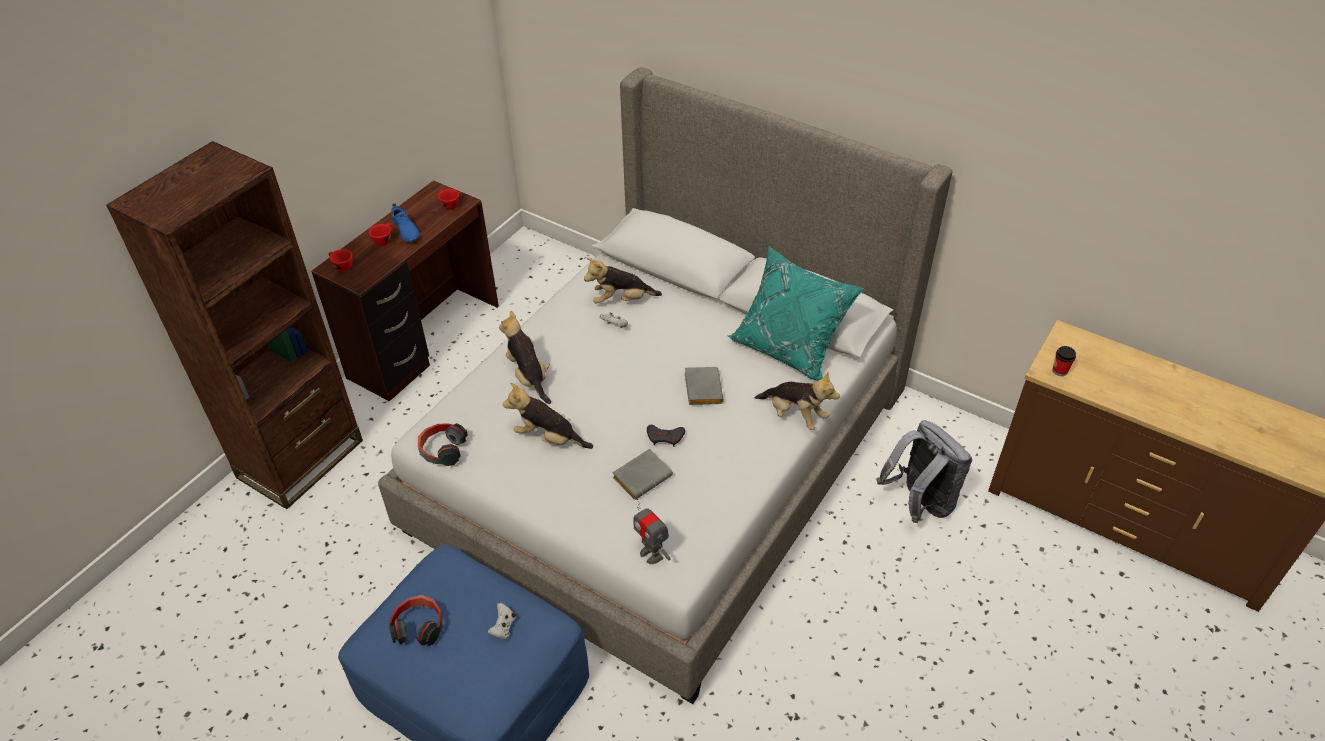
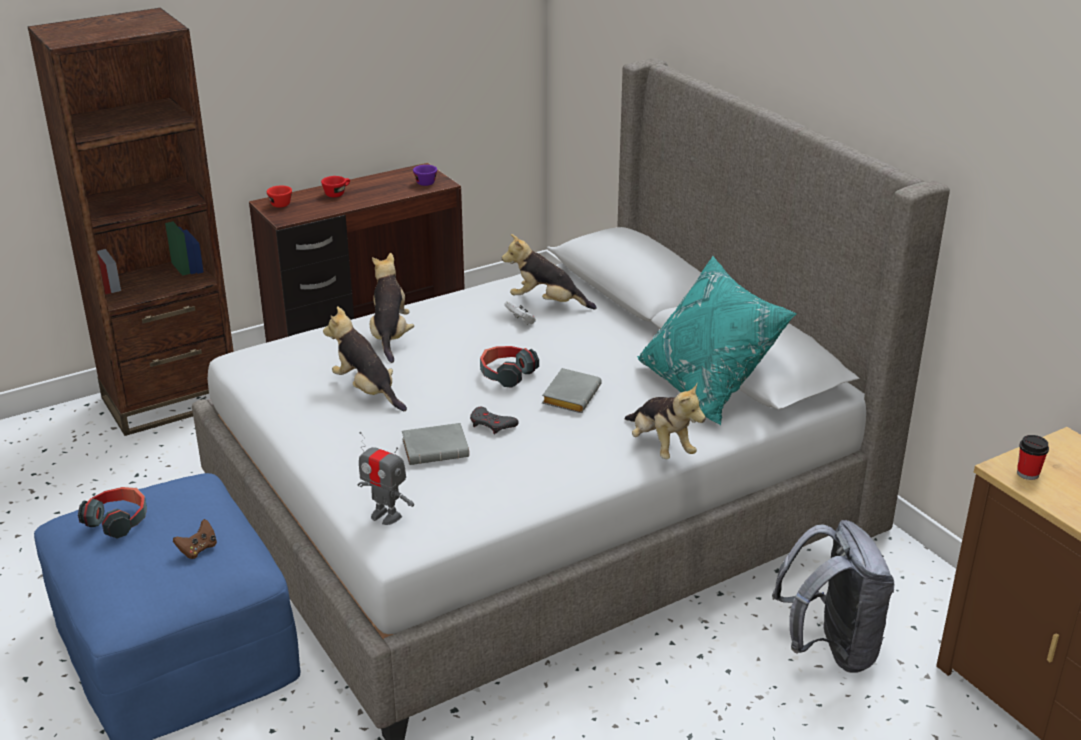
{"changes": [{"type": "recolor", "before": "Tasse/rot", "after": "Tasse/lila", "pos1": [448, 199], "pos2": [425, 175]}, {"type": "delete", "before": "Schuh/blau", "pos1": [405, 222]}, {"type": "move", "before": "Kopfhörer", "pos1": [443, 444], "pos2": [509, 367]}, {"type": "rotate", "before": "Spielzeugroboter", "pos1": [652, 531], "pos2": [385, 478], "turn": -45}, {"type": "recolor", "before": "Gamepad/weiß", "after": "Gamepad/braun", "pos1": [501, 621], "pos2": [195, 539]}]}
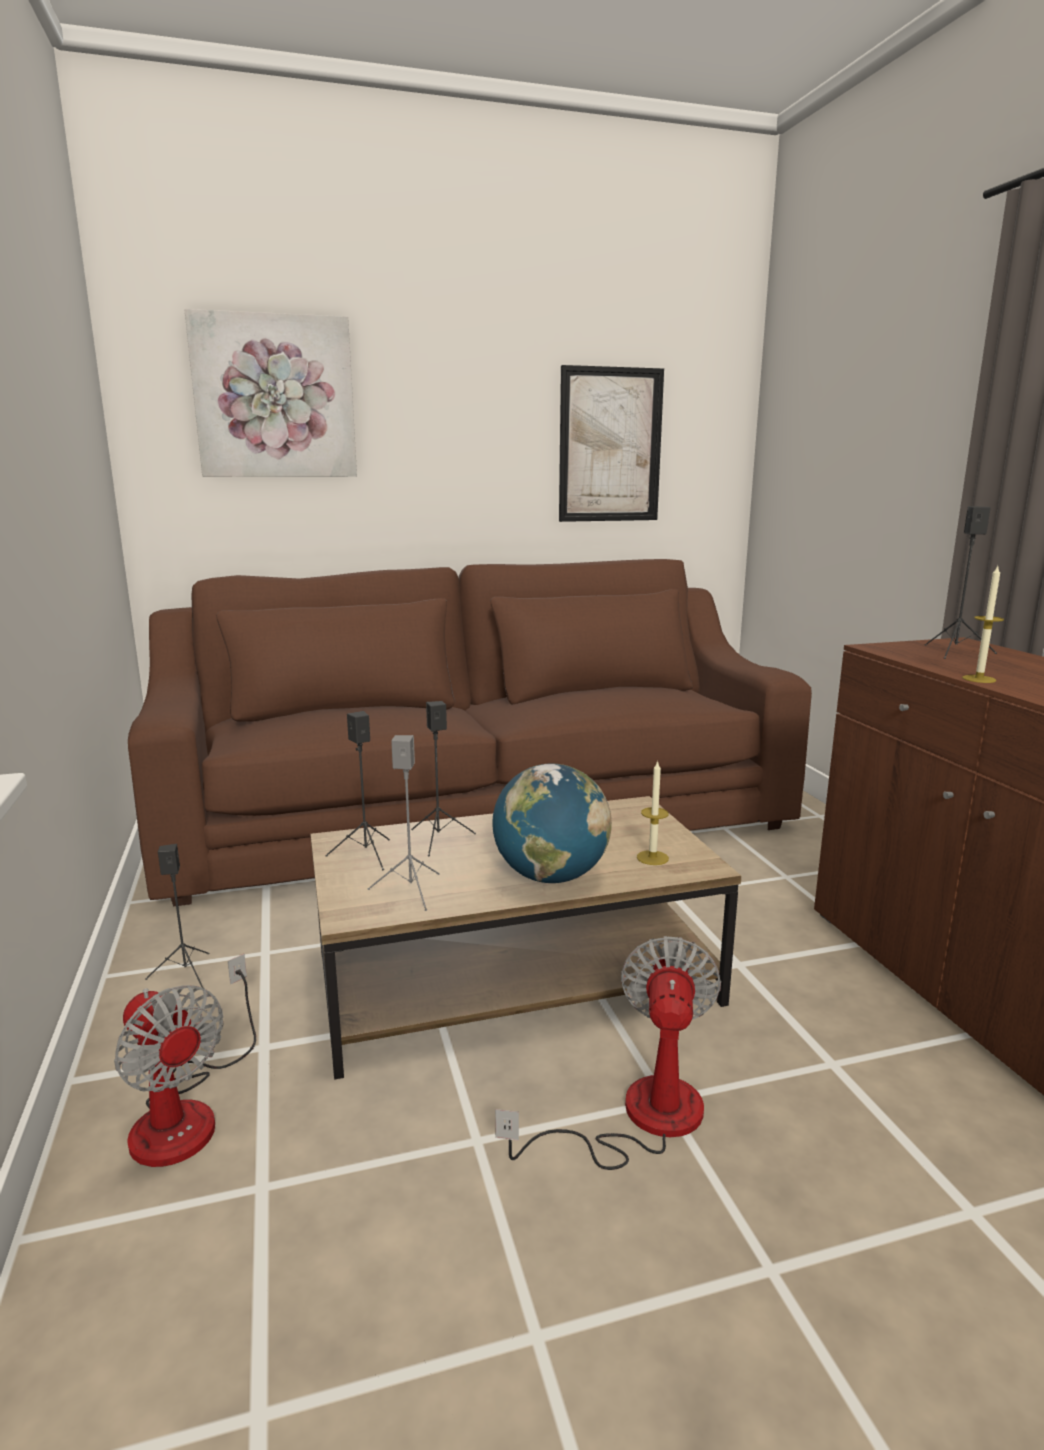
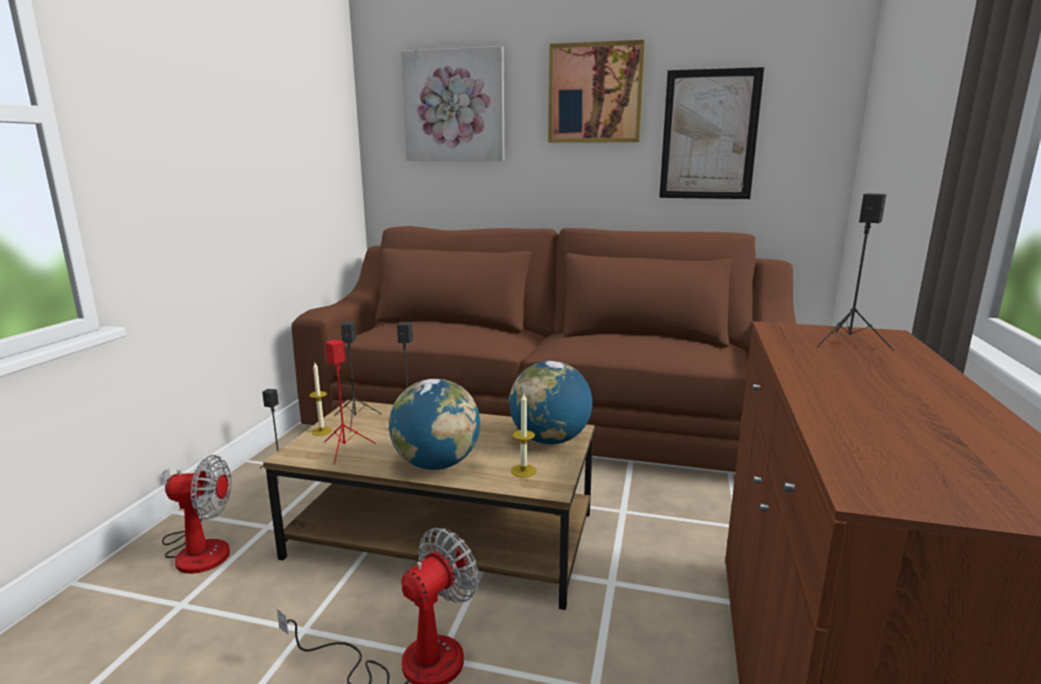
{"changes": [{"type": "move", "before": "Kerze", "pos1": [983, 624], "pos2": [320, 399]}, {"type": "recolor", "before": "Lautsprecher/grau", "after": "Lautsprecher/rot", "pos1": [404, 823], "pos2": [350, 402]}, {"type": "rotate", "before": "Ventilator", "pos1": [185, 1060], "pos2": [196, 514], "turn": -75}, {"type": "insert", "after": "Bild", "pos2": [596, 91]}, {"type": "insert", "after": "Globus", "pos2": [550, 403]}]}
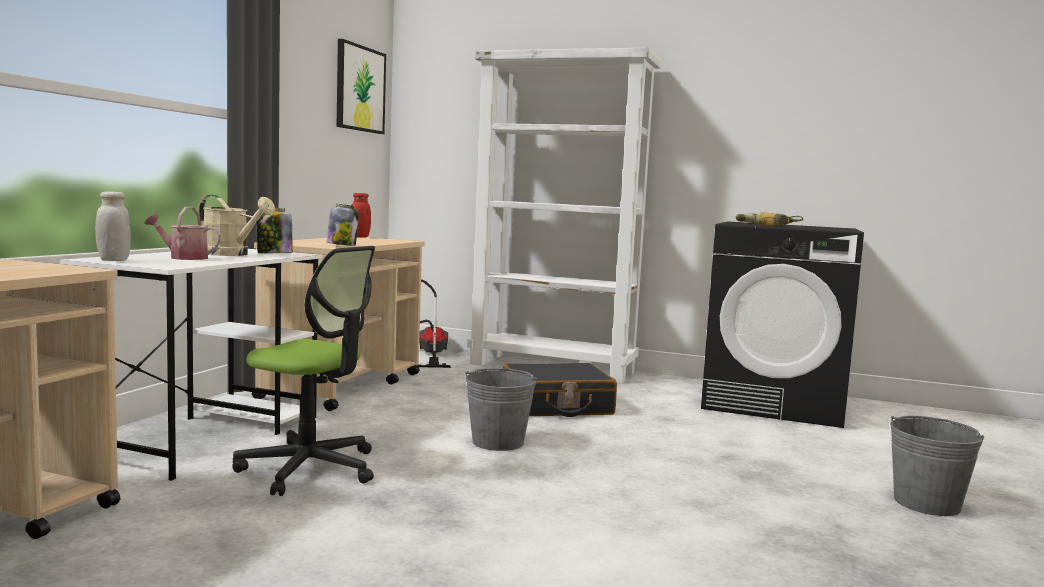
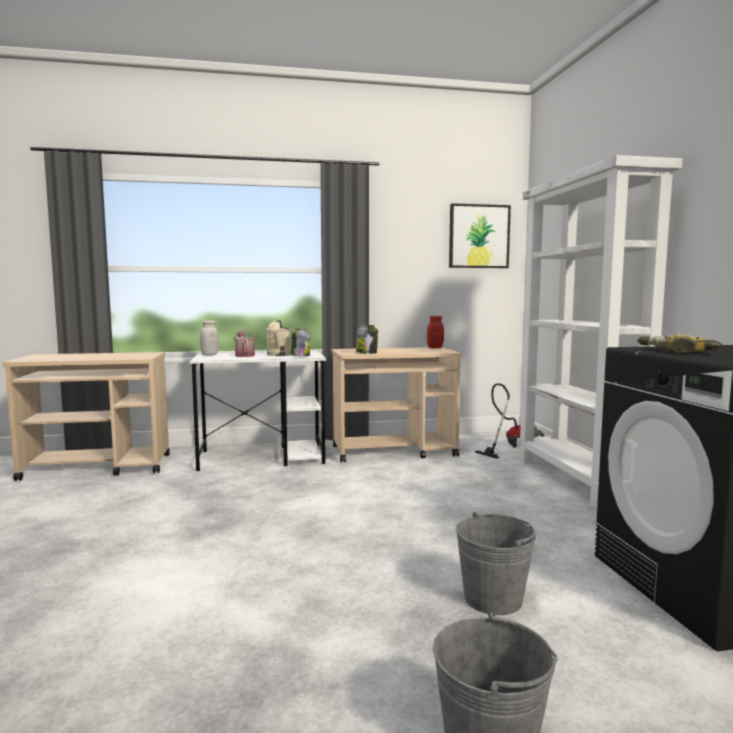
{"changes": [{"type": "delete", "before": "Bürostuhl", "pos1": [303, 371]}, {"type": "delete", "before": "Koffer/schwarz", "pos1": [560, 390]}, {"type": "move", "before": "Eimer/grau", "pos1": [501, 409], "pos2": [496, 563]}]}
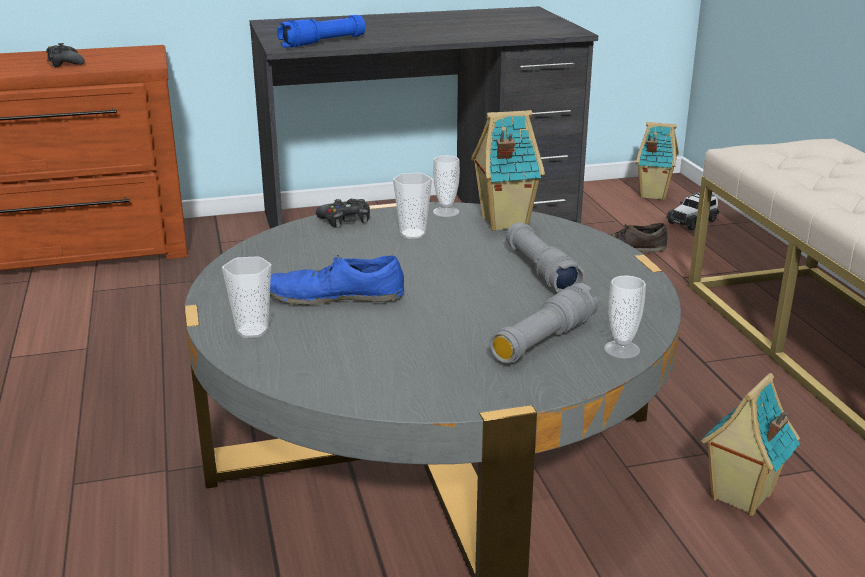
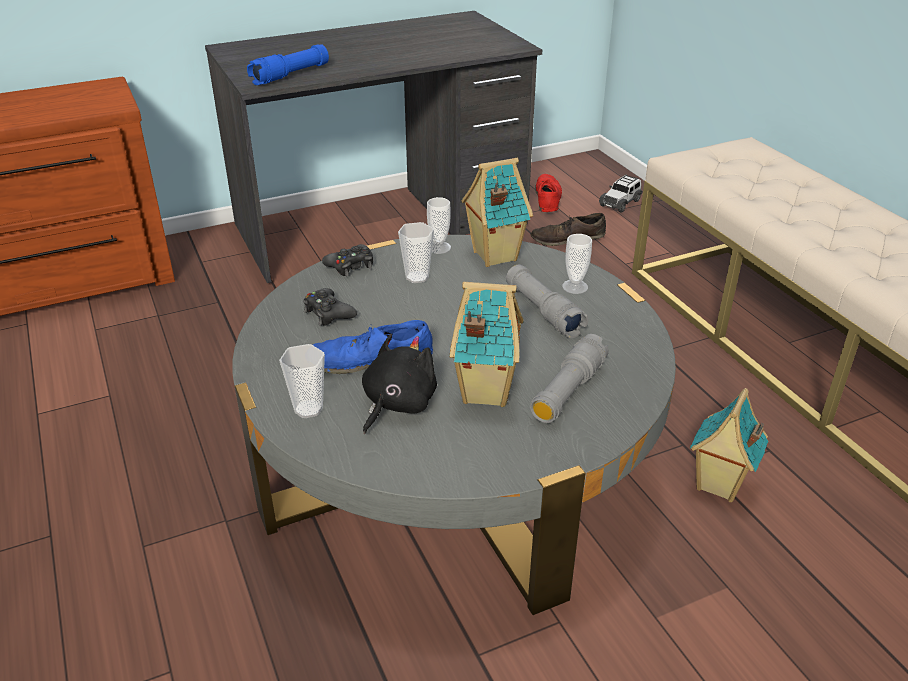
{"changes": [{"type": "move", "before": "Gamepad/schwarz", "pos1": [65, 55], "pos2": [330, 307]}, {"type": "move", "before": "Spielzeughaus", "pos1": [657, 161], "pos2": [486, 344]}, {"type": "move", "before": "Tasse", "pos1": [625, 317], "pos2": [577, 264]}, {"type": "insert", "after": "Schuh/rot", "pos2": [548, 193]}, {"type": "insert", "after": "Plüschtier/schwarz", "pos2": [399, 384]}]}
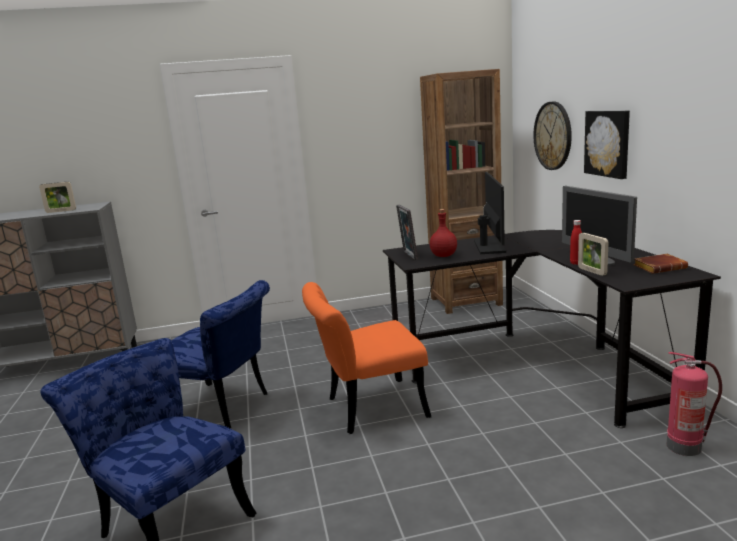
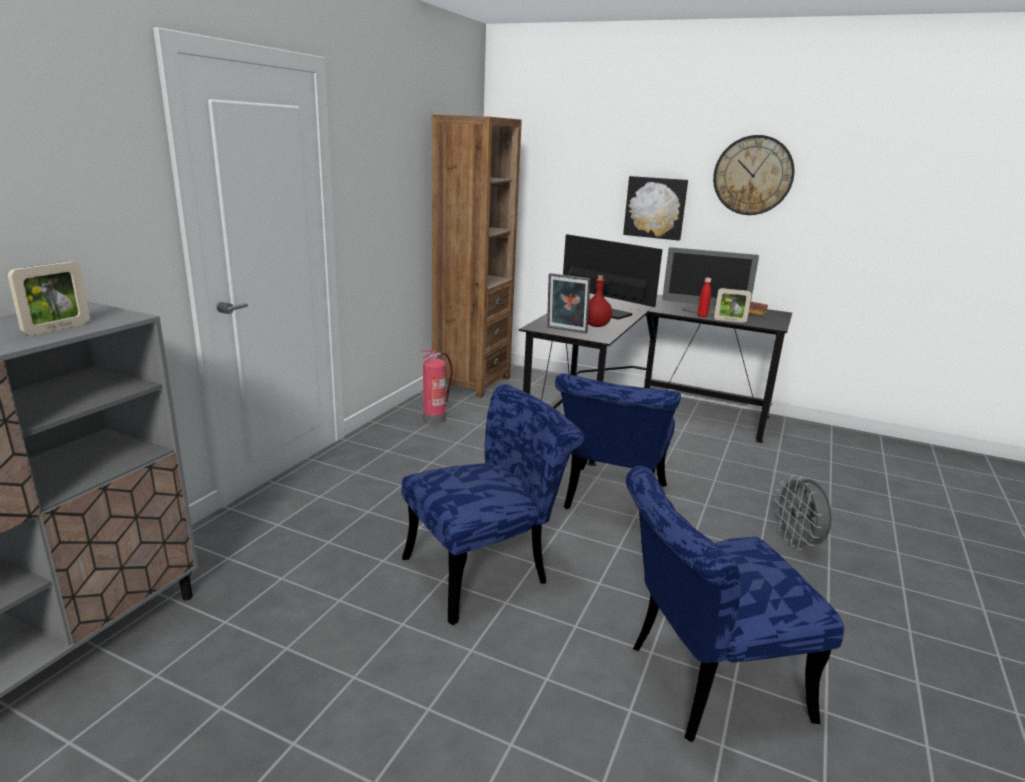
{"changes": [{"type": "move", "before": "Wanduhr", "pos1": [553, 135], "pos2": [754, 175]}, {"type": "recolor", "before": "Stuhl/orange", "after": "Stuhl/blau", "pos1": [366, 358], "pos2": [618, 441]}, {"type": "move", "before": "Feuerlöscher", "pos1": [694, 404], "pos2": [437, 387]}, {"type": "insert", "after": "Ventilator/grau", "pos2": [803, 512]}]}
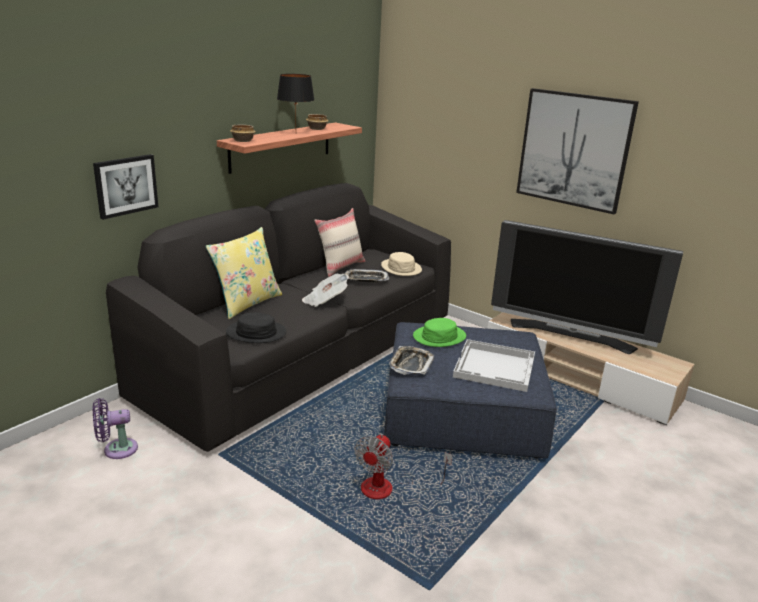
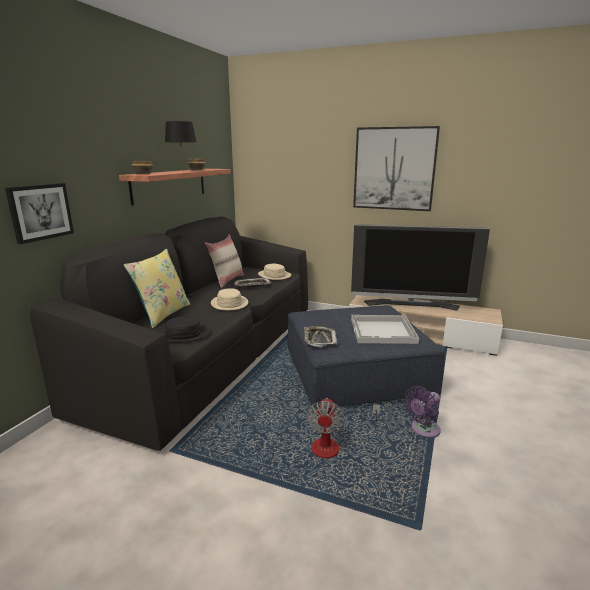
{"changes": [{"type": "replace", "before": "Zeitung", "after": "Hut/beige", "pos1": [325, 290], "pos2": [229, 299]}, {"type": "delete", "before": "Hut/grün", "pos1": [439, 332]}, {"type": "move", "before": "Ventilator/lila", "pos1": [115, 428], "pos2": [422, 411]}]}
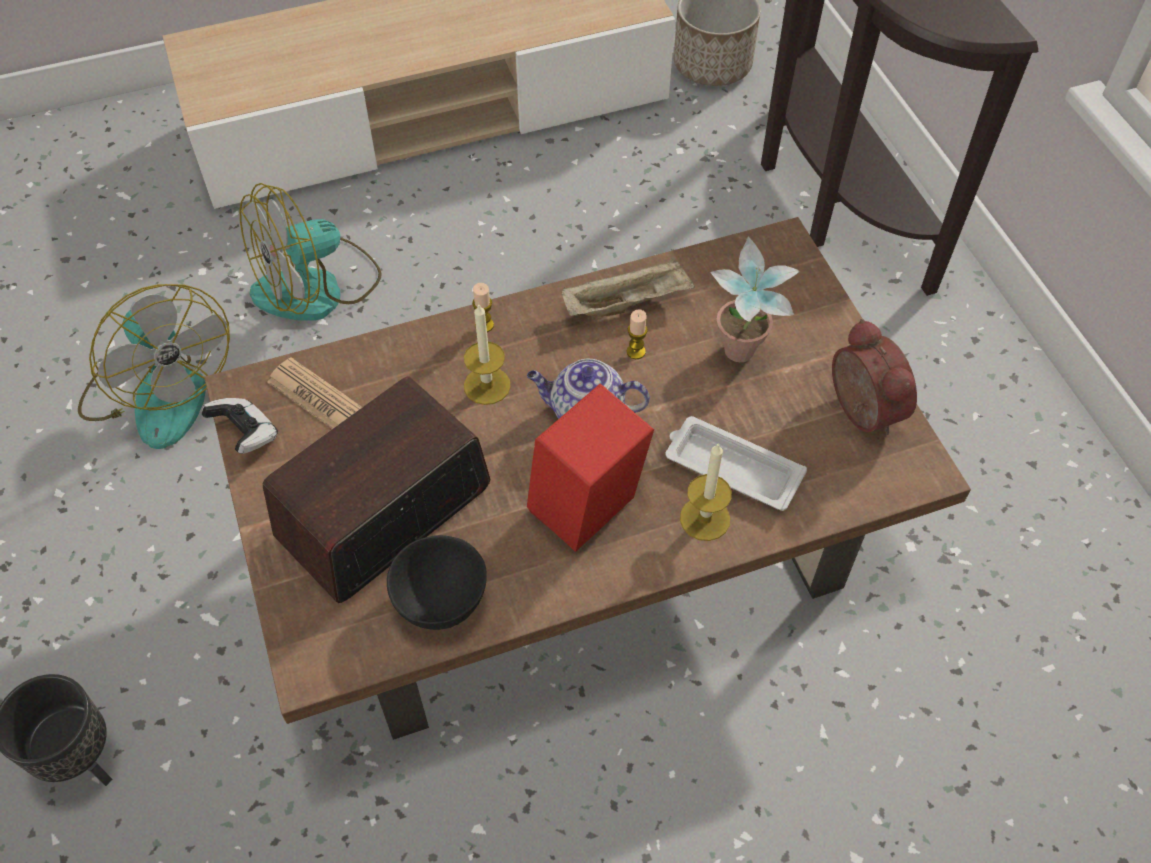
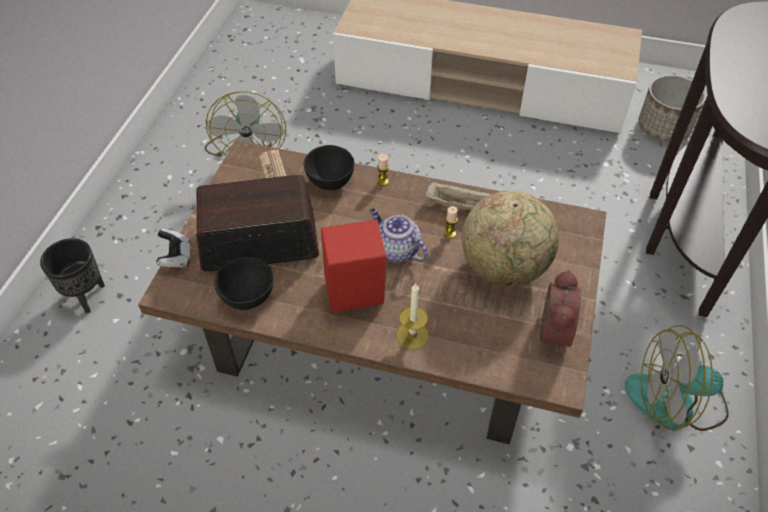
{"changes": [{"type": "move", "before": "Ventilator", "pos1": [310, 252], "pos2": [676, 378]}, {"type": "replace", "before": "Topfpflanze", "after": "Globus", "pos1": [755, 299], "pos2": [510, 239]}, {"type": "delete", "before": "Kerze", "pos1": [487, 354]}, {"type": "move", "before": "Gamepad", "pos1": [240, 426], "pos2": [173, 248]}, {"type": "delete", "before": "Tablett/weiß", "pos1": [736, 463]}, {"type": "insert", "after": "Schüssel/schwarz", "pos2": [329, 167]}]}
